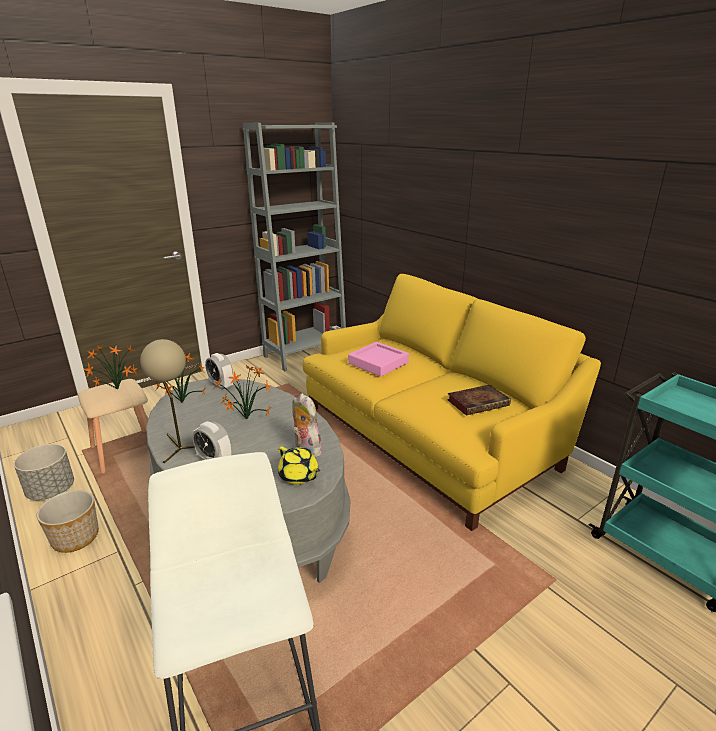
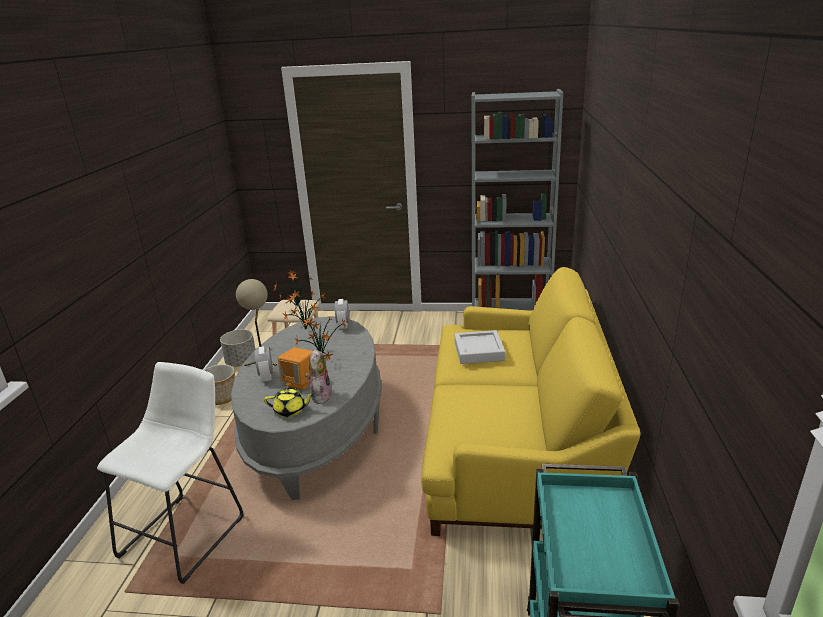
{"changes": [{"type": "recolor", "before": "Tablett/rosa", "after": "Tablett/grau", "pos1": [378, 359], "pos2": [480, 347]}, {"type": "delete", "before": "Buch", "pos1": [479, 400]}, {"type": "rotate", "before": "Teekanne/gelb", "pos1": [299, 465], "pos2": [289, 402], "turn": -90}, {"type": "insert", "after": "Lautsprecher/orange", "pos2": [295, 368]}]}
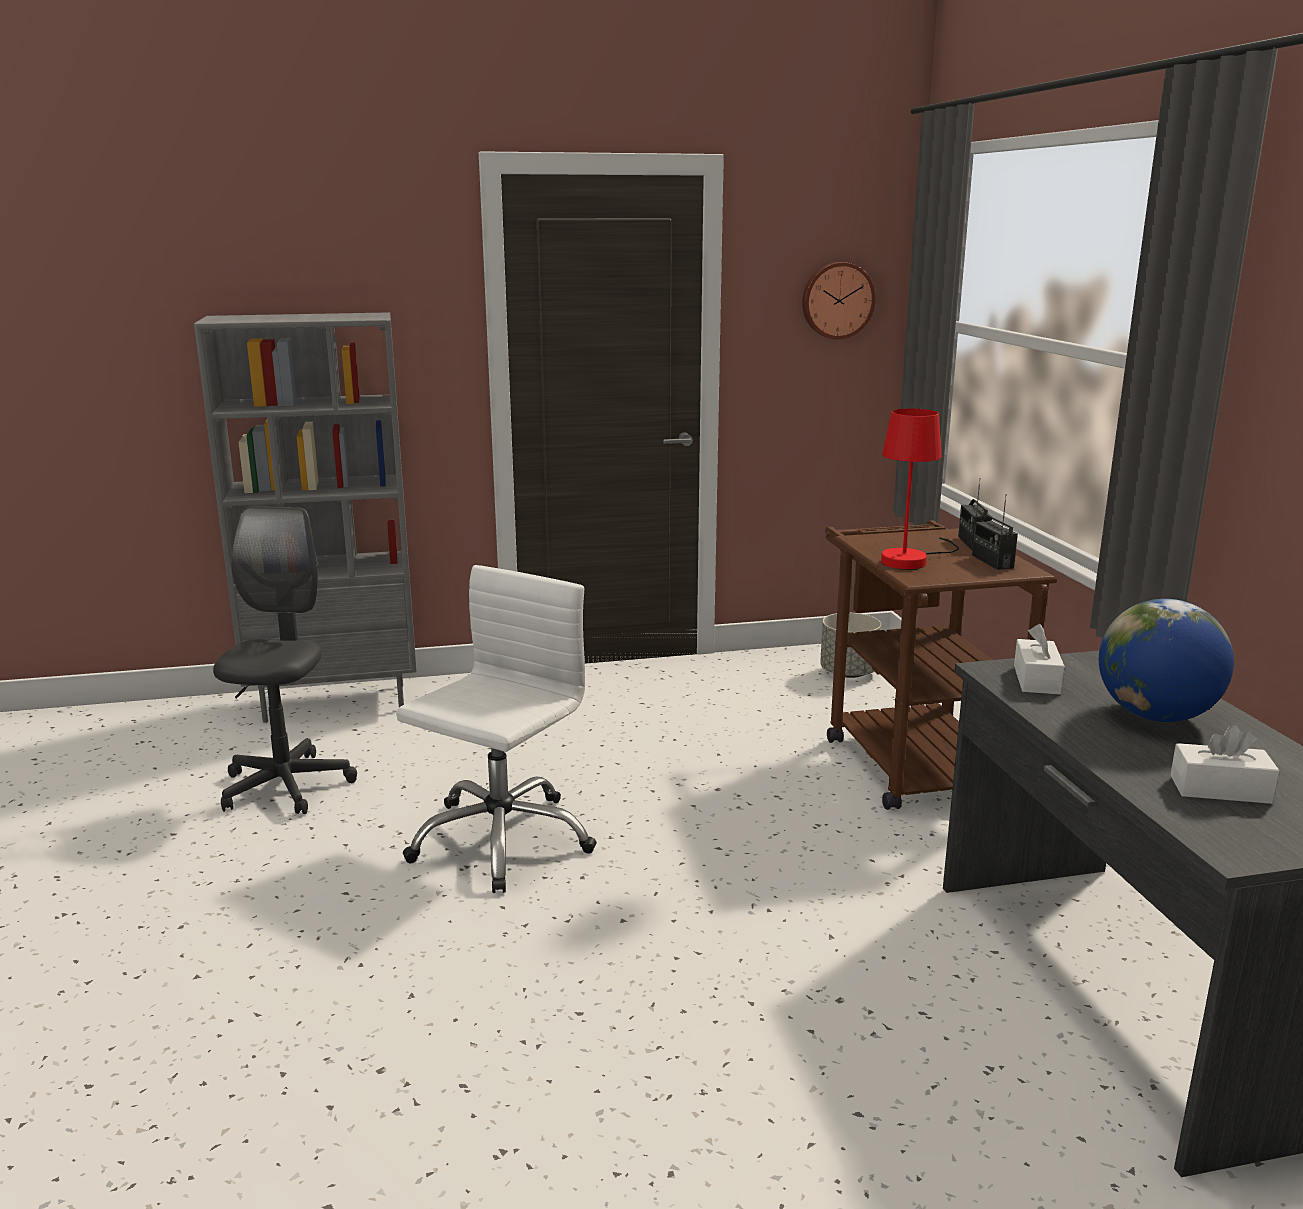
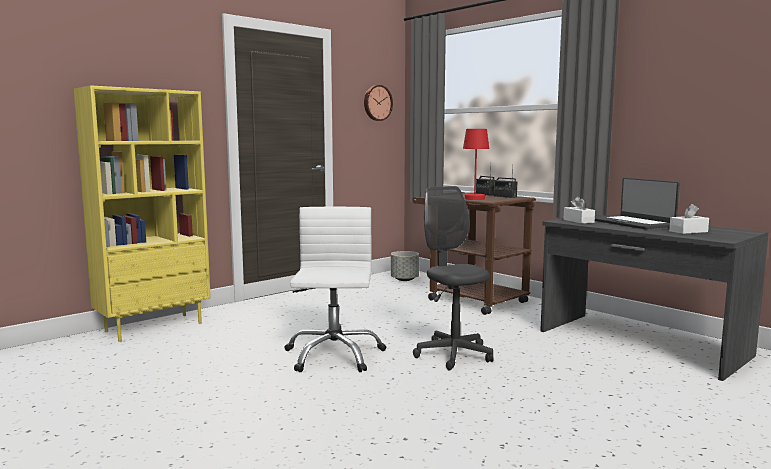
{"changes": [{"type": "recolor", "before": "Bücherregal/grau", "after": "Bücherregal/gelb", "pos1": [305, 517], "pos2": [142, 213]}, {"type": "move", "before": "Bürostuhl/grau", "pos1": [285, 660], "pos2": [453, 278]}, {"type": "replace", "before": "Globus", "after": "Laptop", "pos1": [1166, 660], "pos2": [637, 203]}]}
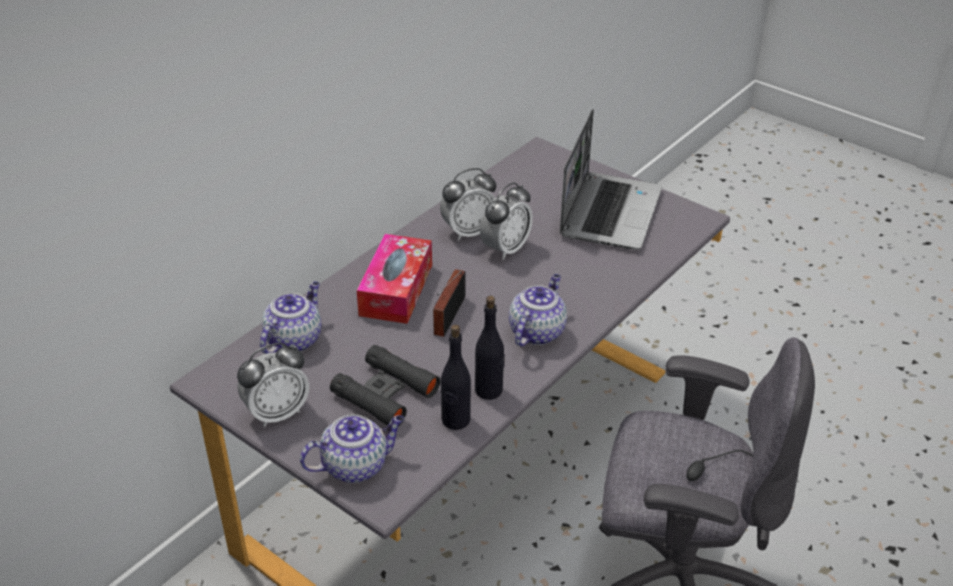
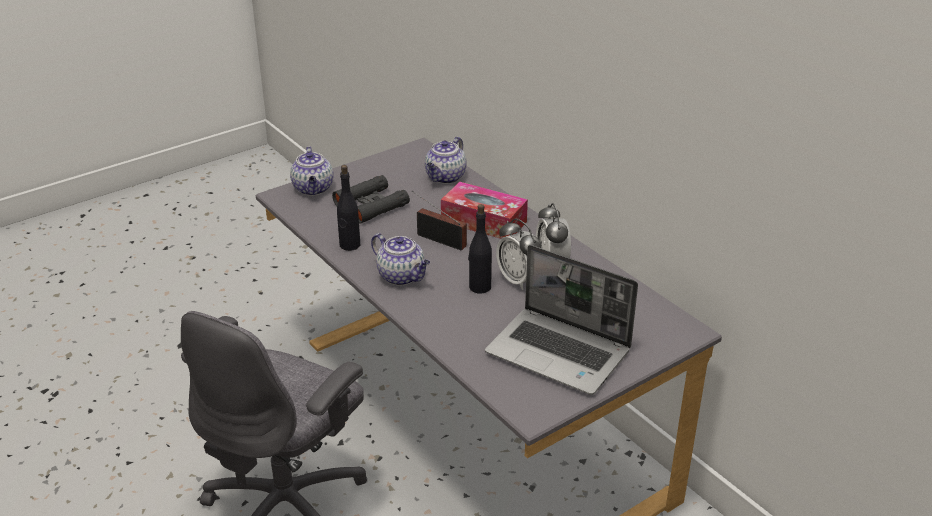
{"changes": [{"type": "rotate", "before": "Teekanne", "pos1": [290, 317], "pos2": [446, 160], "turn": 75}, {"type": "move", "before": "Flasche/schwarz", "pos1": [456, 377], "pos2": [480, 249]}, {"type": "delete", "before": "Wecker", "pos1": [273, 384]}]}
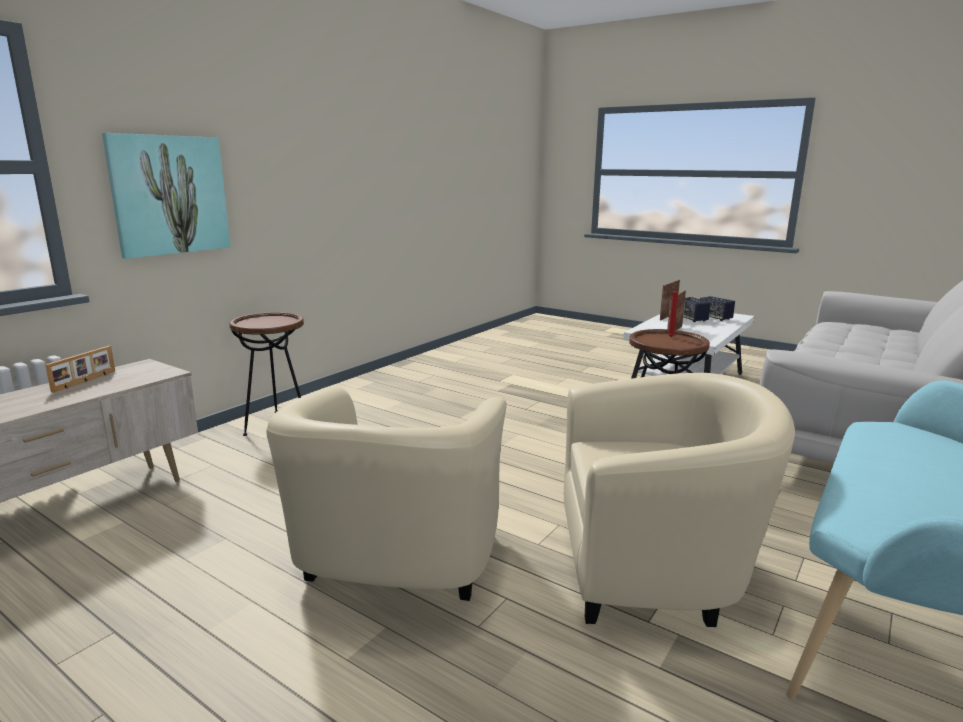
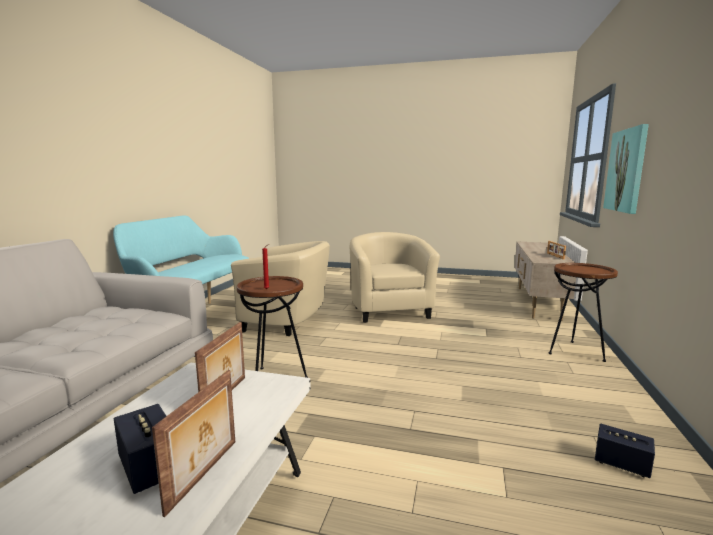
{"changes": [{"type": "move", "before": "Lautsprecher", "pos1": [717, 308], "pos2": [625, 451]}, {"type": "rotate", "before": "Sessel/beige", "pos1": [679, 500], "pos2": [280, 288], "turn": -150}]}
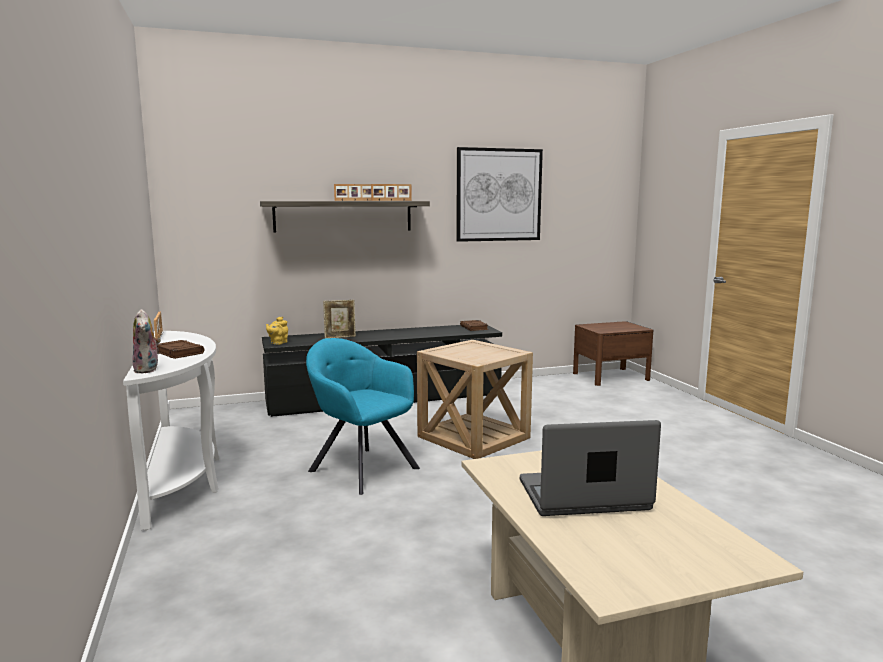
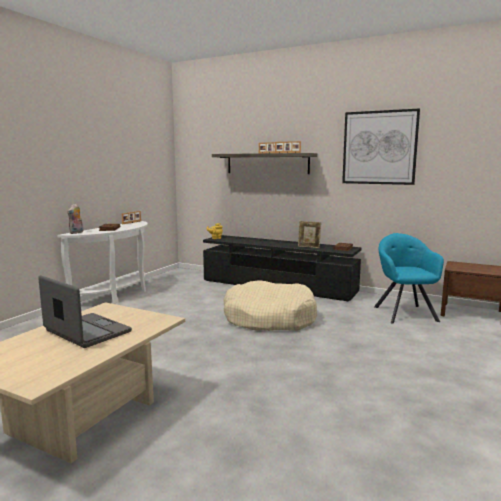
{"changes": [{"type": "move", "before": "Bilderrahmen", "pos1": [339, 319], "pos2": [309, 234]}, {"type": "move", "before": "Sessel/türkis", "pos1": [363, 416], "pos2": [409, 278]}, {"type": "replace", "before": "Beistelltisch/beige", "after": "Hundebett/beige", "pos1": [475, 399], "pos2": [270, 305]}]}
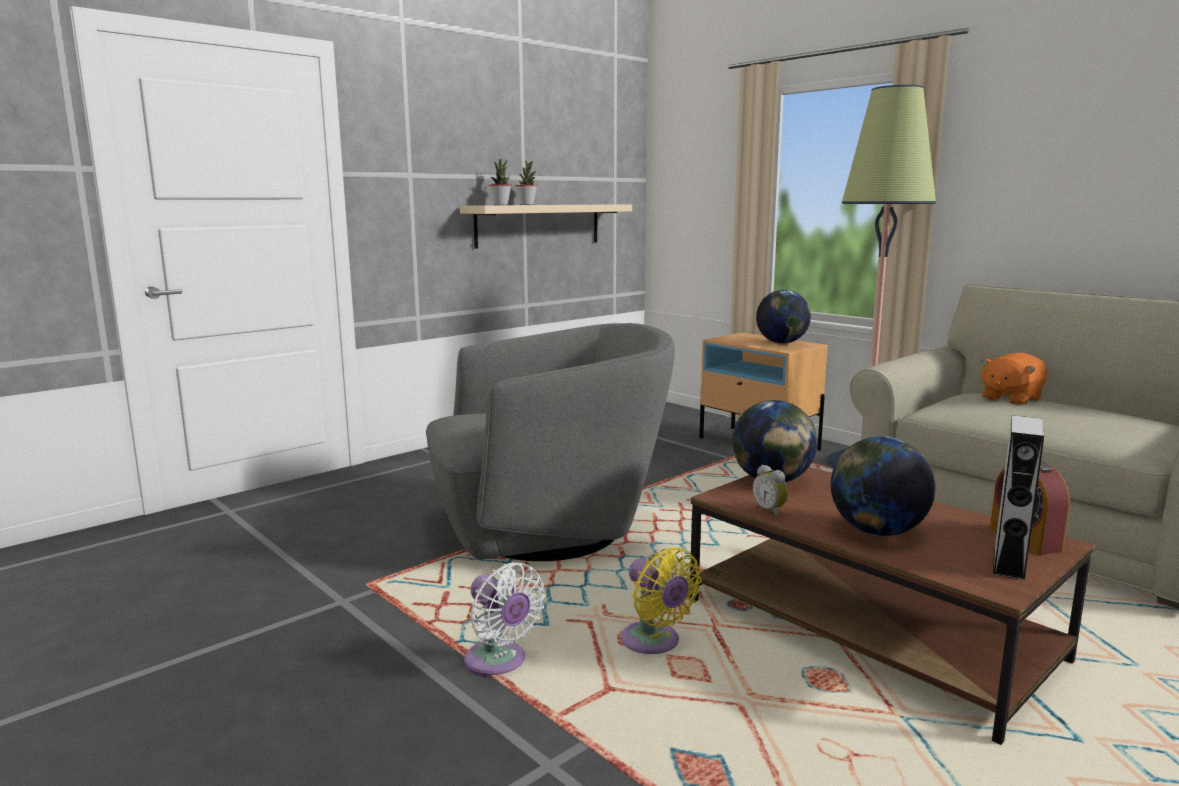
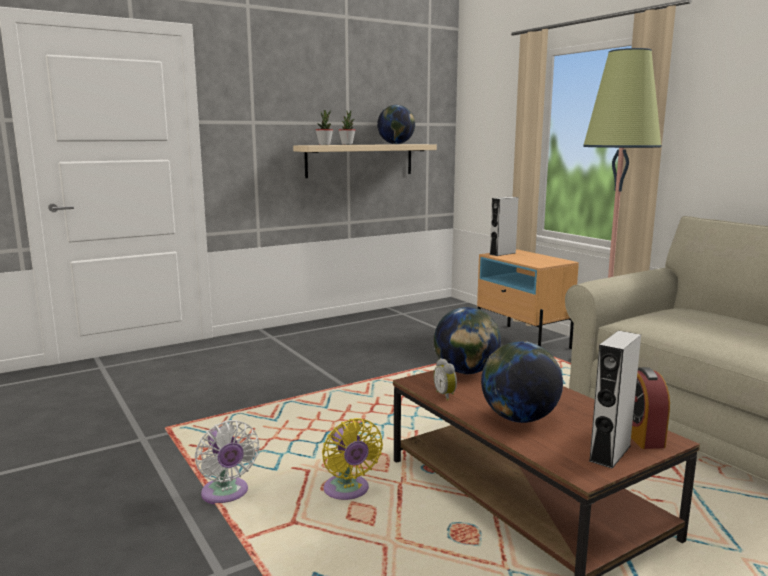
{"changes": [{"type": "move", "before": "Globus", "pos1": [783, 317], "pos2": [396, 124]}, {"type": "delete", "before": "Sessel/grau", "pos1": [550, 442]}, {"type": "delete", "before": "Plüschtier/orange", "pos1": [1013, 379]}, {"type": "insert", "after": "Lautsprecher/grau", "pos2": [503, 226]}]}
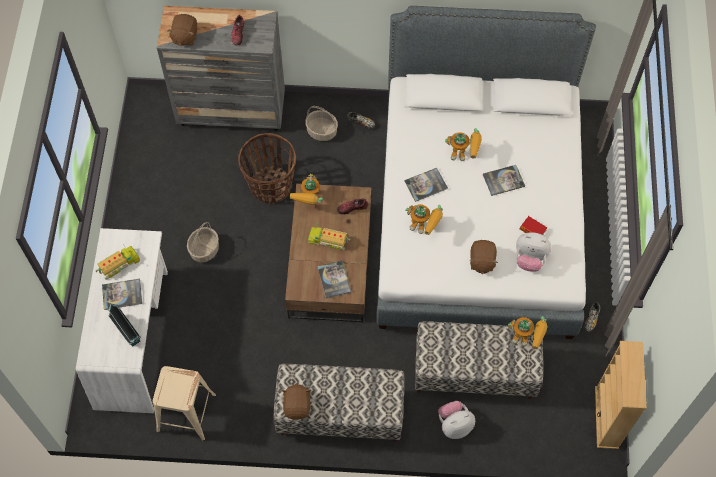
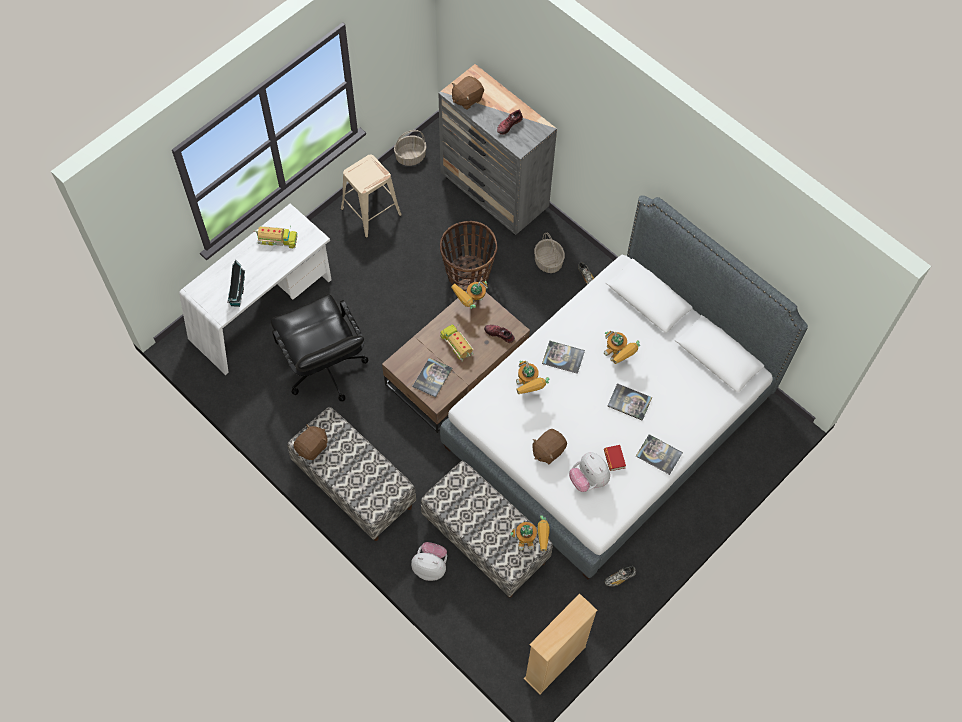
{"changes": [{"type": "move", "before": "Korb", "pos1": [203, 242], "pos2": [410, 148]}, {"type": "move", "before": "Buch", "pos1": [122, 294], "pos2": [659, 454]}, {"type": "rotate", "before": "Spielzeugroboter", "pos1": [528, 332], "pos2": [530, 533], "turn": -60}, {"type": "move", "before": "Hocker/beige", "pos1": [184, 403], "pos2": [371, 196]}, {"type": "insert", "after": "Bürostuhl/schwarz", "pos2": [319, 348]}]}
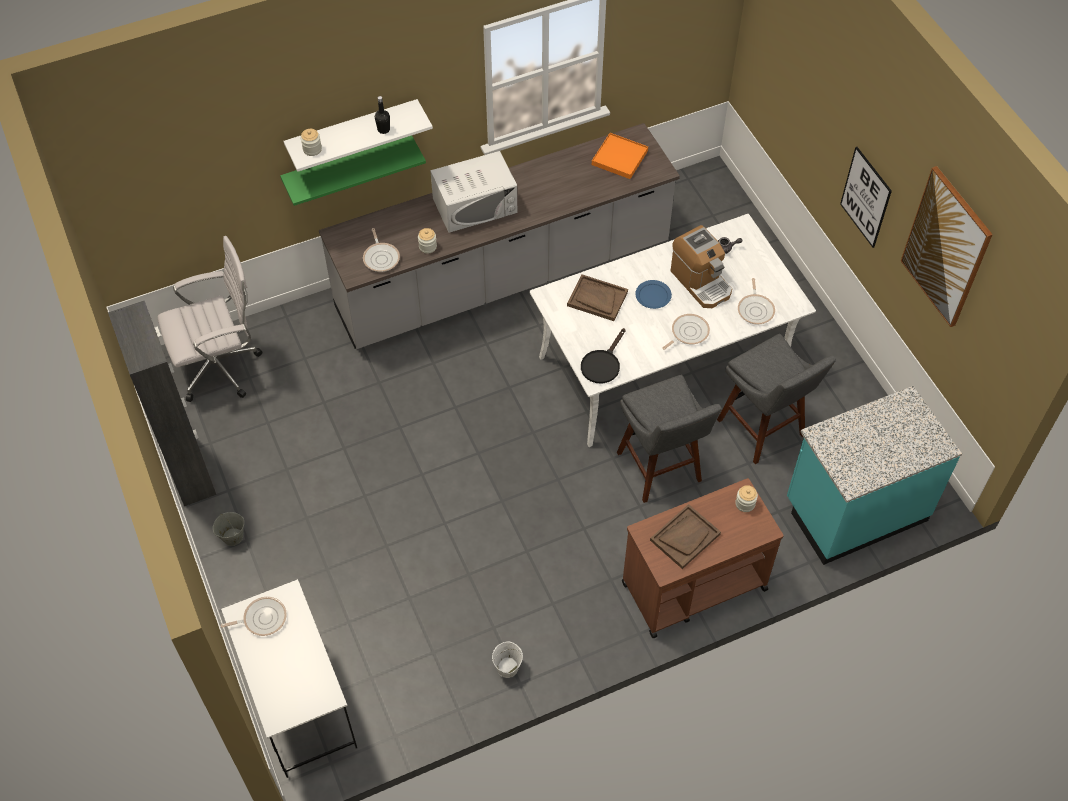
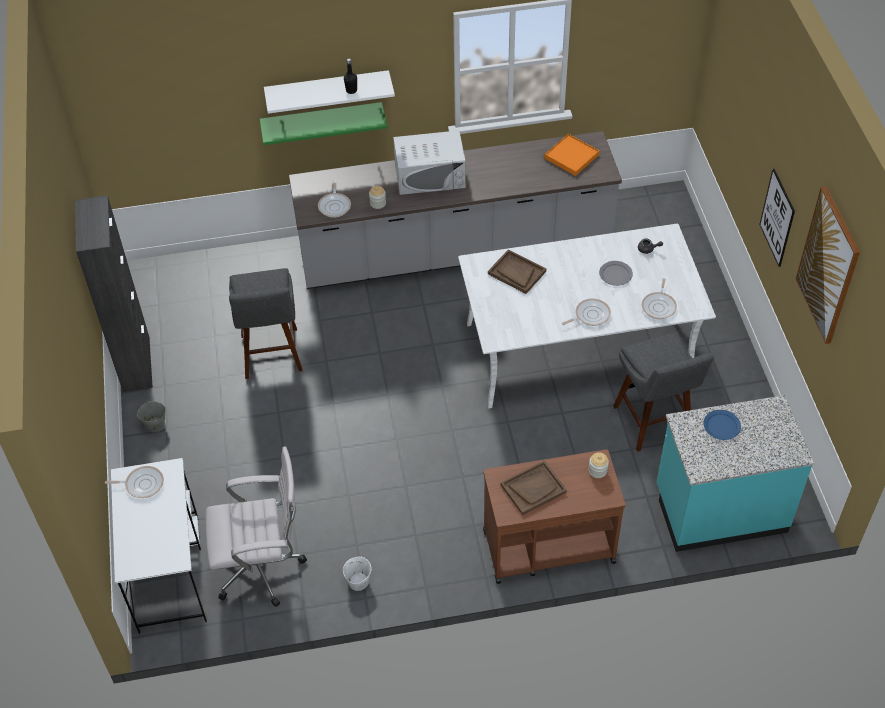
{"changes": [{"type": "delete", "before": "Vorratsglas", "pos1": [311, 142]}, {"type": "replace", "before": "Kaffeemaschine", "after": "Teller/grau", "pos1": [701, 266], "pos2": [616, 273]}, {"type": "move", "before": "Bürostuhl/weiß", "pos1": [210, 319], "pos2": [256, 527]}, {"type": "move", "before": "Teller/blau", "pos1": [653, 294], "pos2": [722, 425]}, {"type": "delete", "before": "Pfanne/schwarz", "pos1": [603, 355]}, {"type": "move", "before": "Hocker/grau", "pos1": [669, 439], "pos2": [265, 323]}]}
